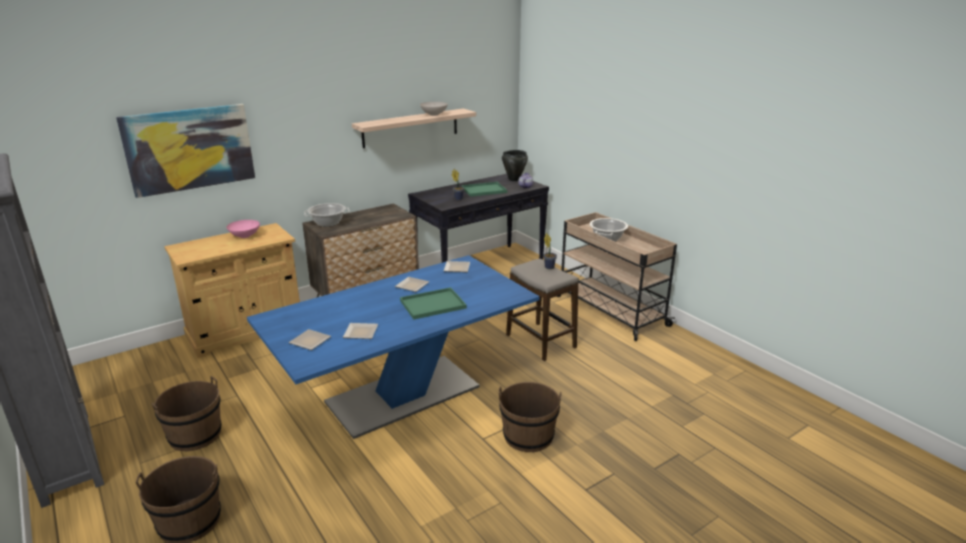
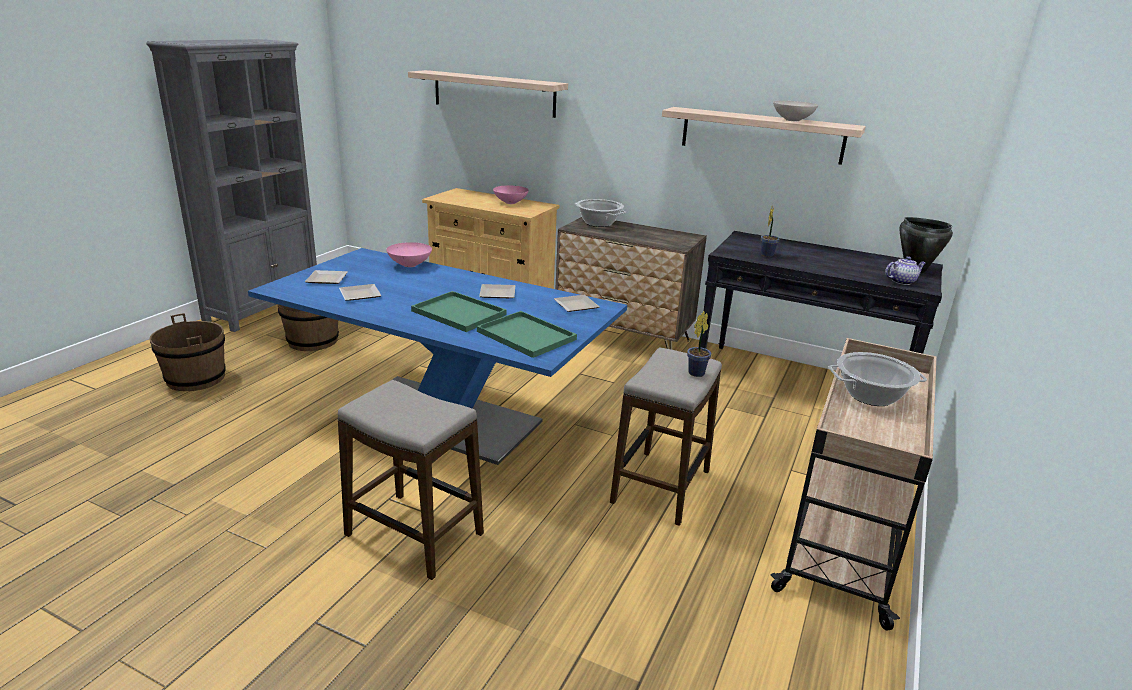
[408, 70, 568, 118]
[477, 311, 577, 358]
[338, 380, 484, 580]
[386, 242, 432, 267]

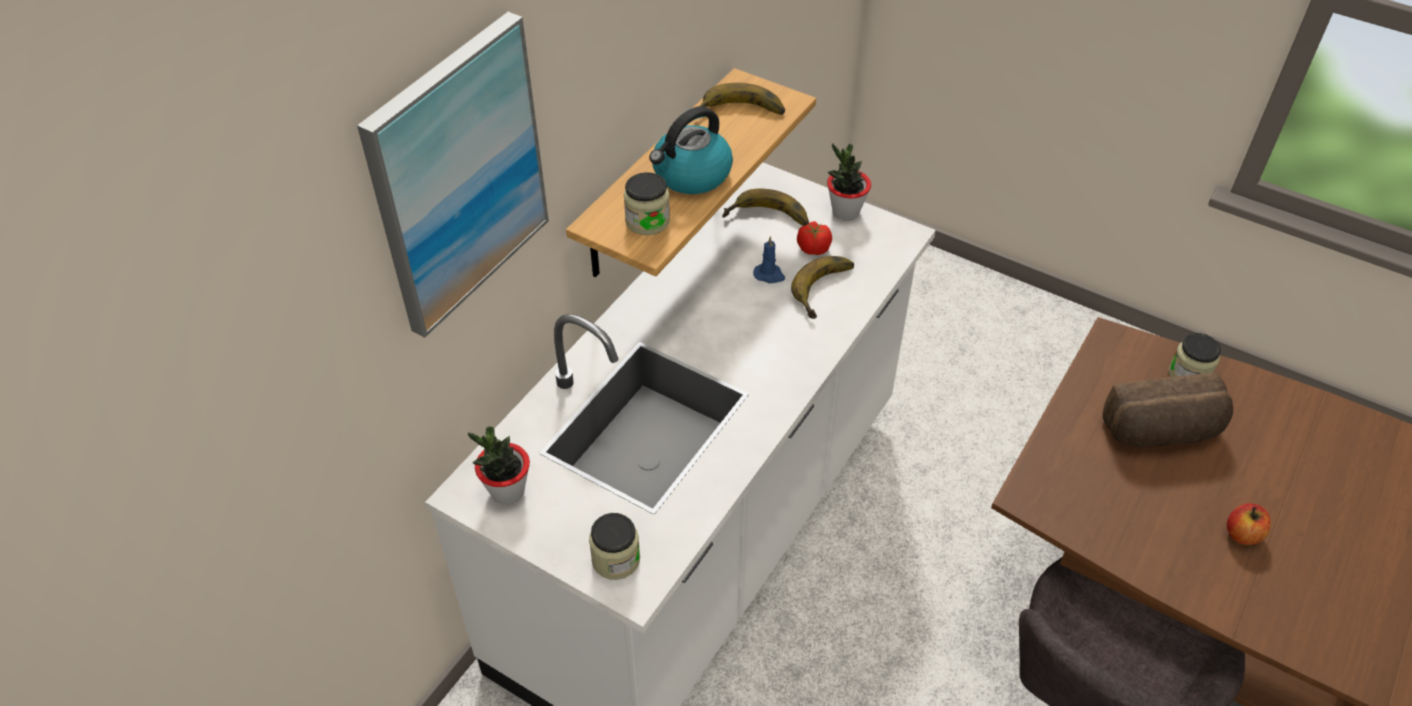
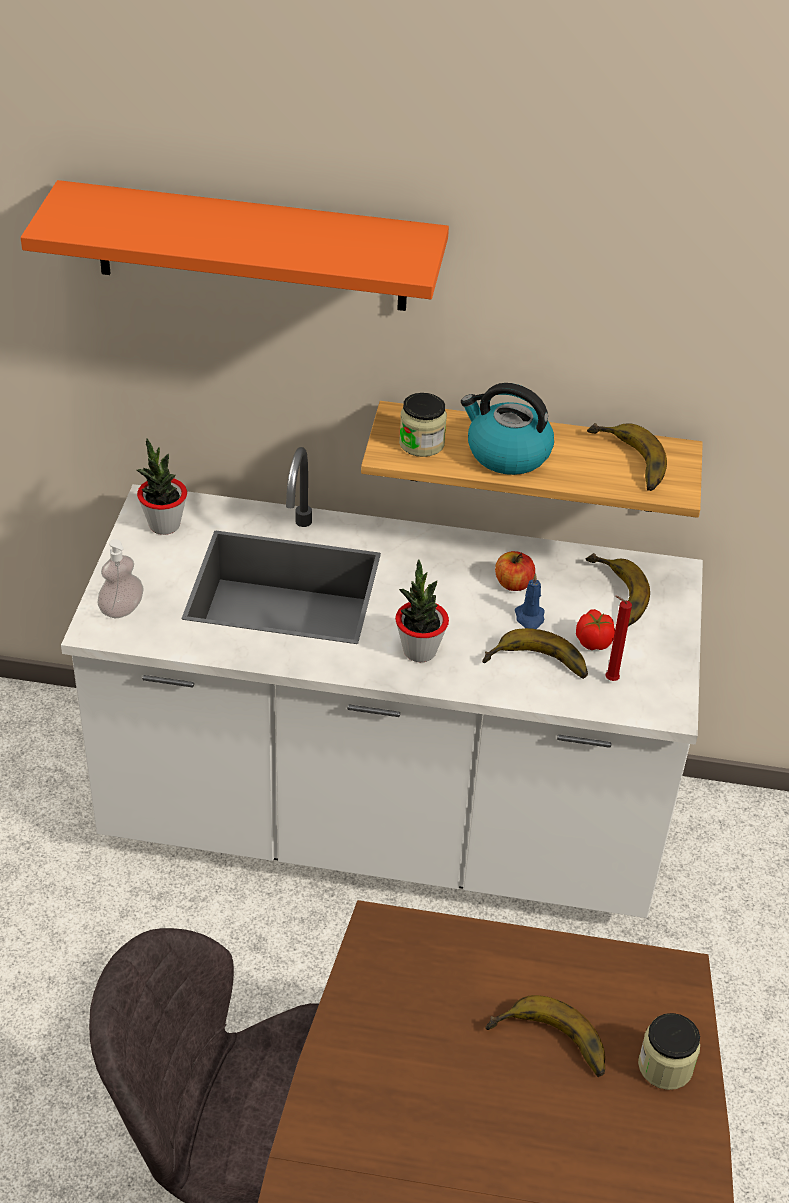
[21, 180, 449, 311]
[395, 559, 449, 662]
[485, 995, 605, 1077]
[495, 551, 535, 591]
[98, 539, 144, 618]
[605, 596, 632, 681]

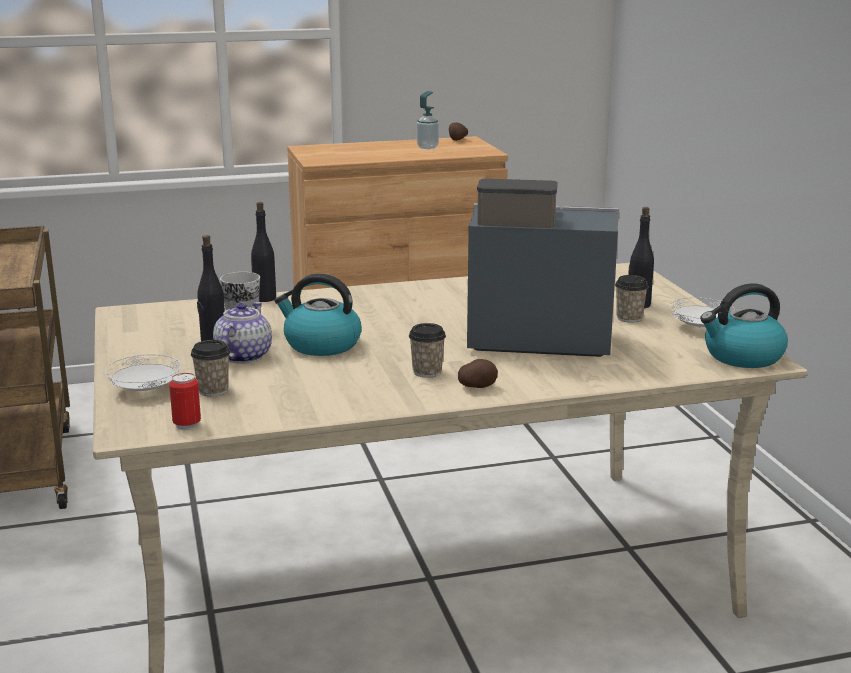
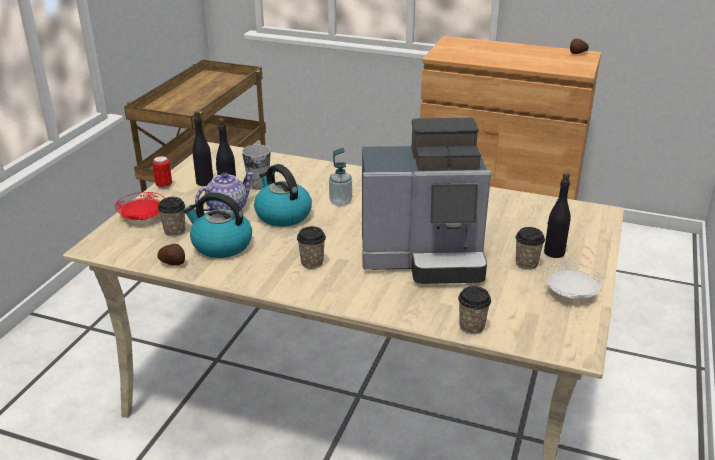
[329, 148, 352, 207]
[362, 118, 491, 284]
[192, 111, 213, 186]
[183, 192, 252, 258]
[115, 192, 165, 220]
[157, 244, 185, 266]
[153, 156, 172, 189]
[458, 286, 491, 334]

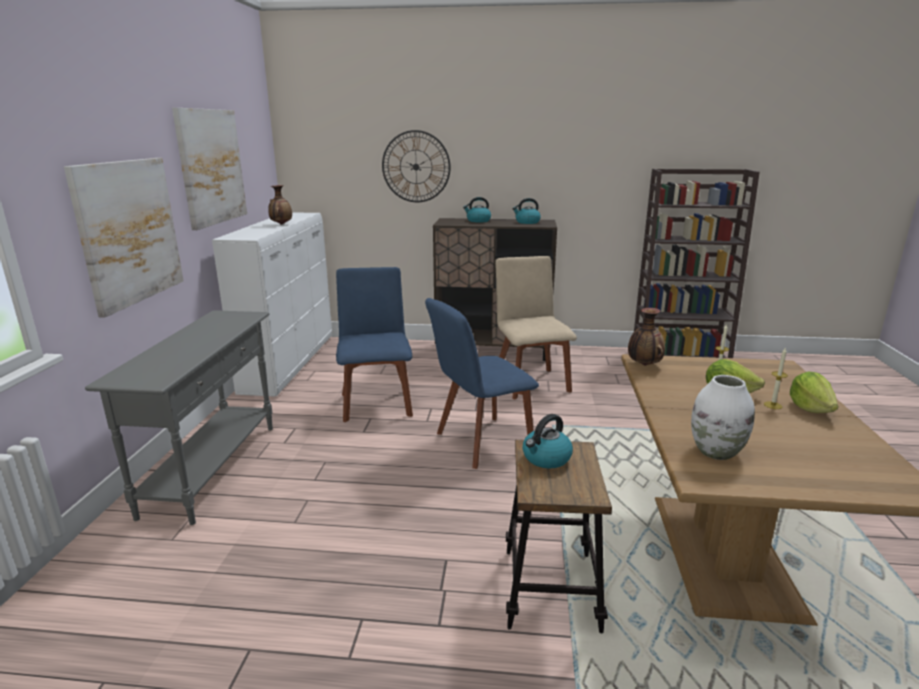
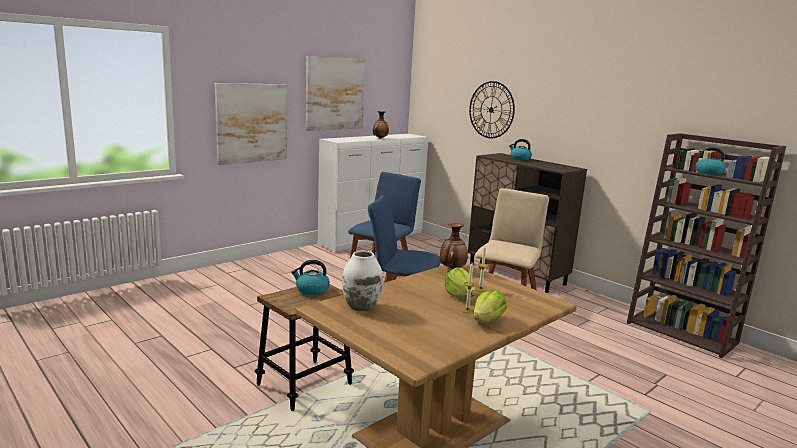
[693, 147, 726, 175]
[85, 310, 273, 525] (first image)

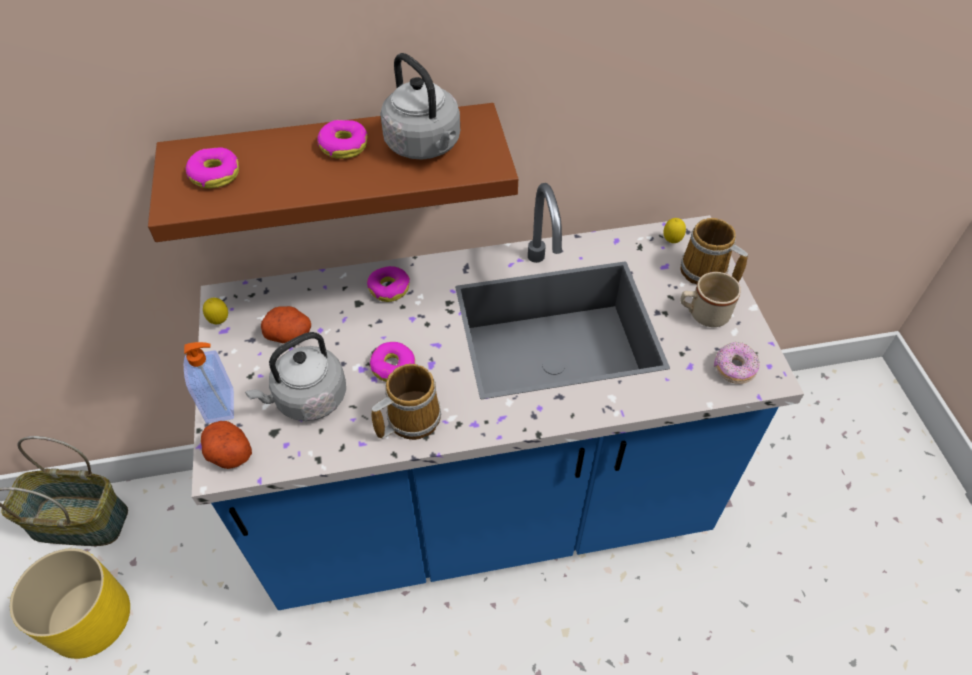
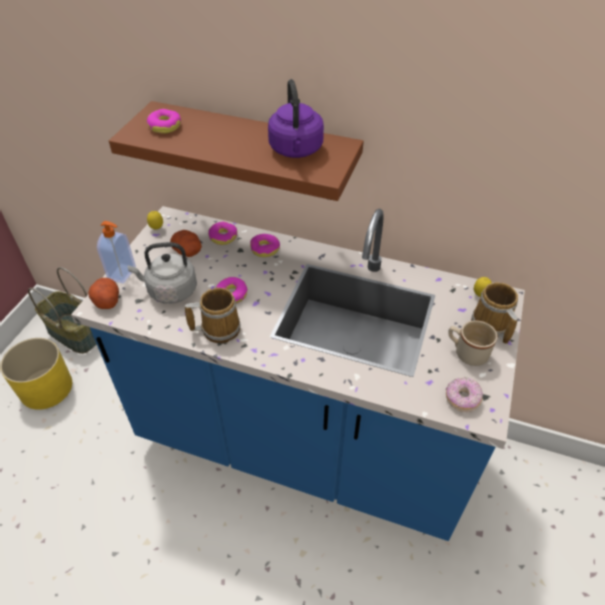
[268, 79, 324, 158]
[208, 221, 237, 245]

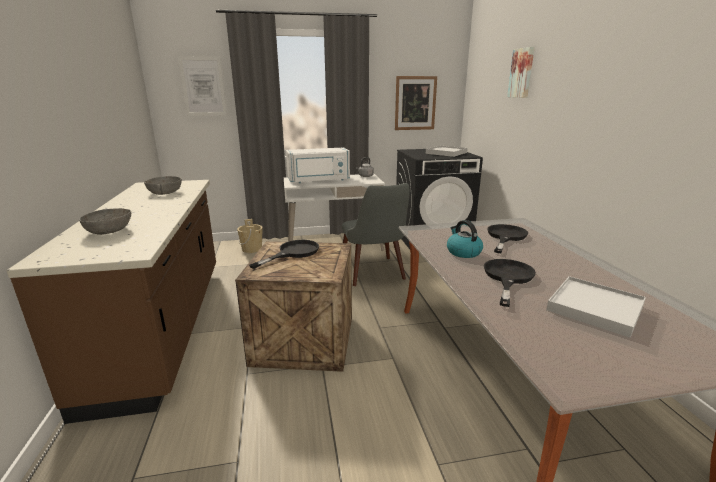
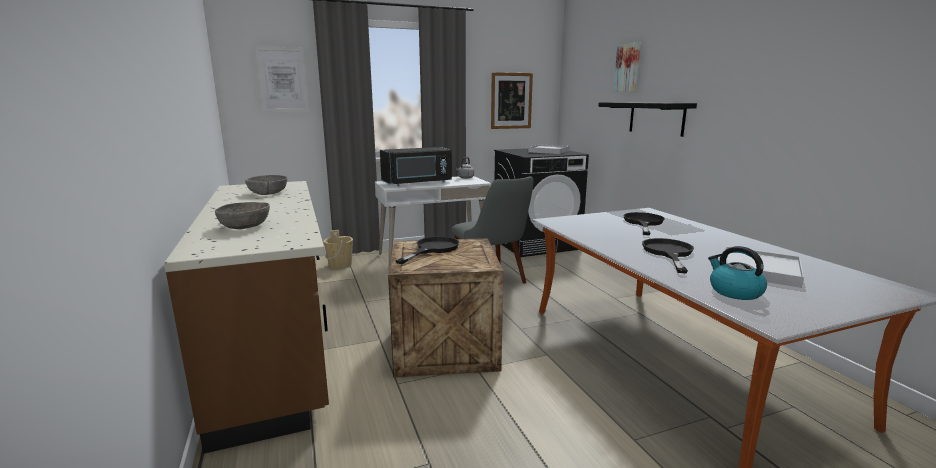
[380, 147, 452, 186]
[708, 246, 767, 300]
[598, 102, 697, 137]

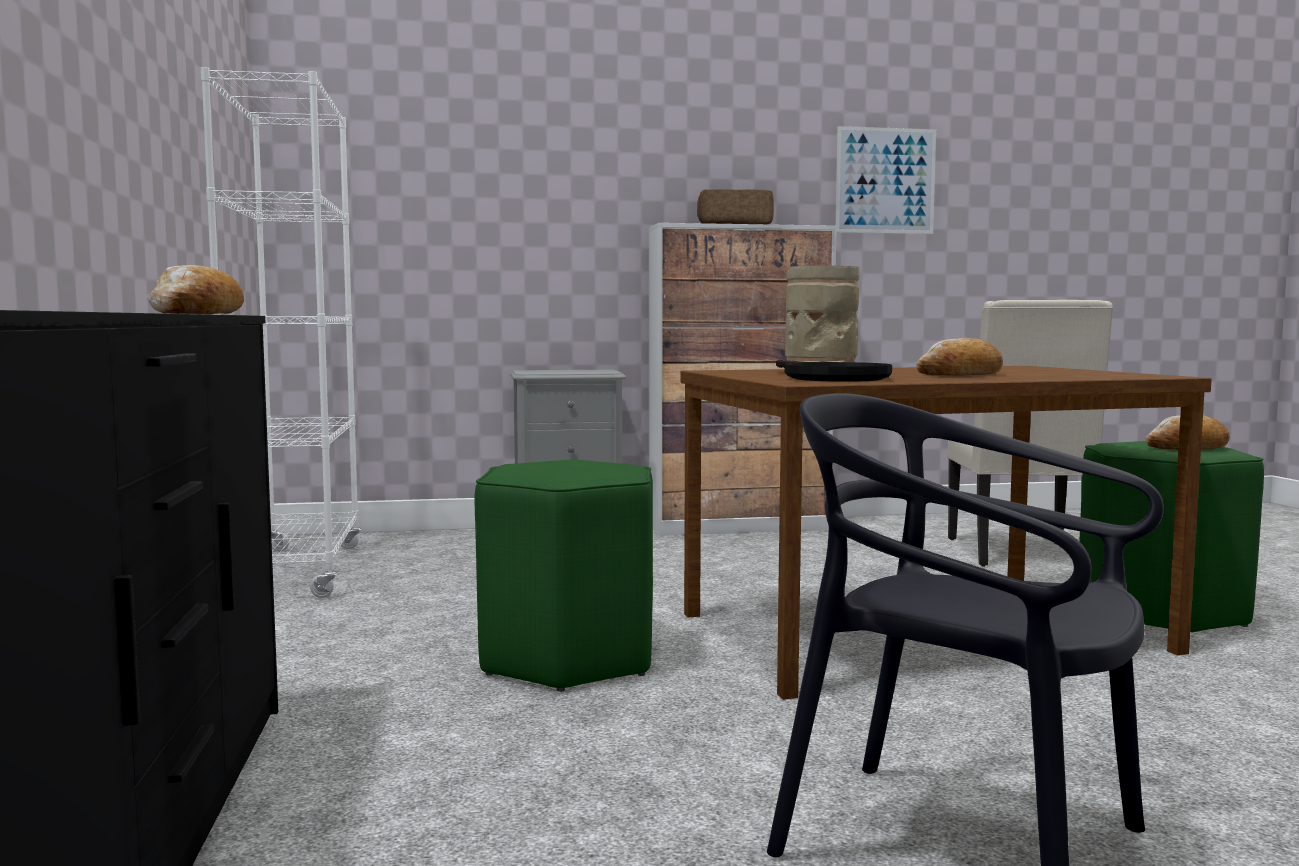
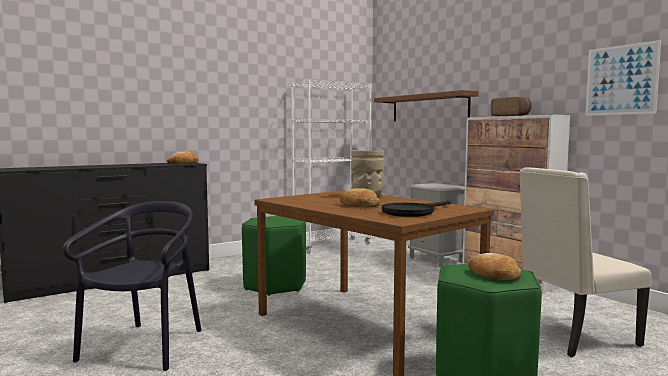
[382, 200, 451, 217]
[374, 90, 479, 122]

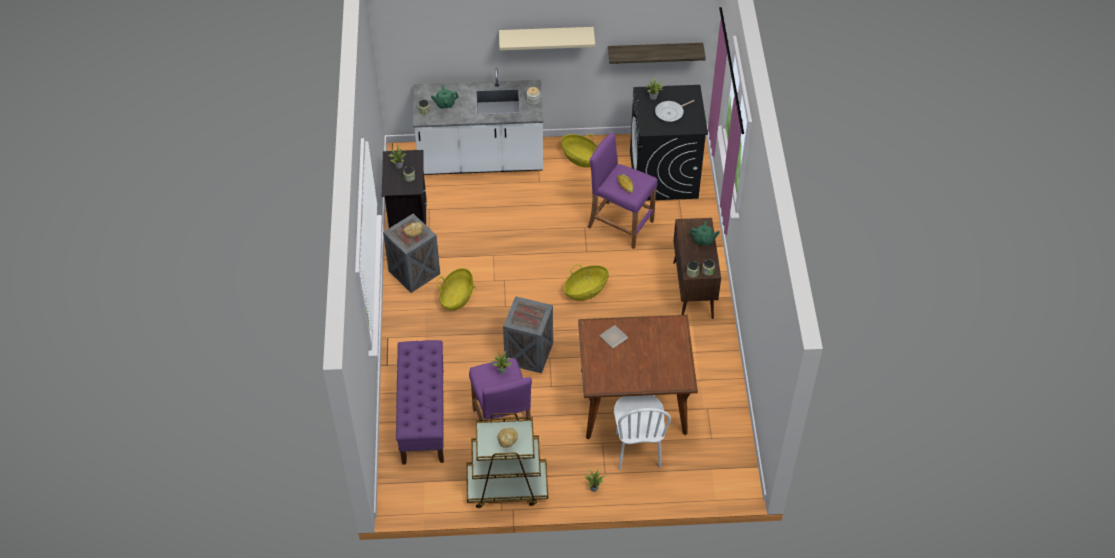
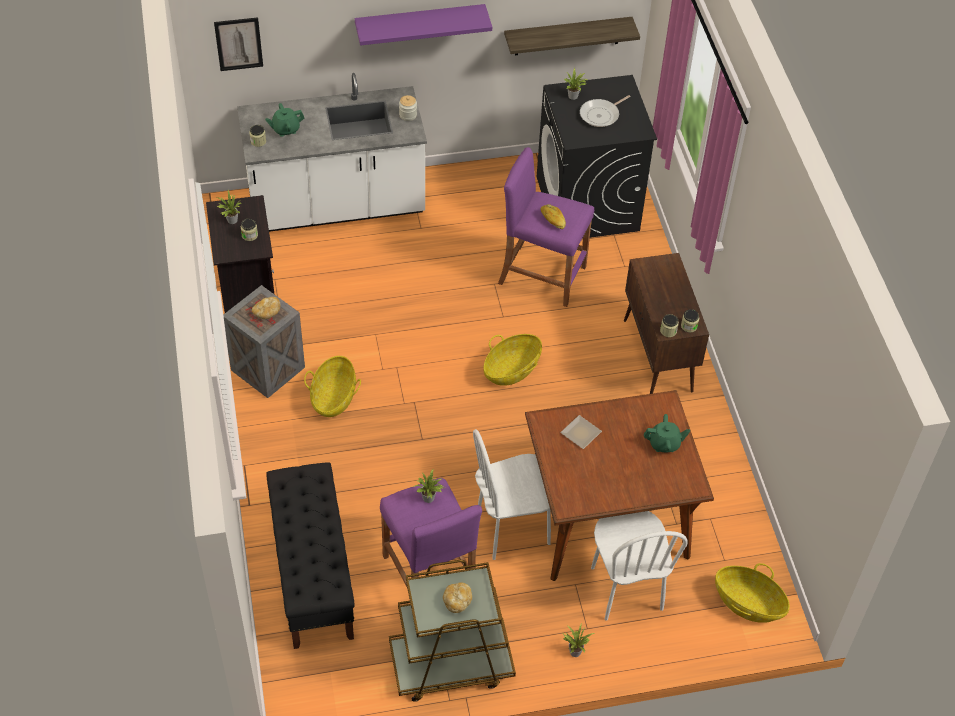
[355, 4, 492, 46]
[715, 563, 790, 623]
[644, 414, 690, 452]
[503, 296, 553, 374] (first image)
[266, 462, 354, 649]
[214, 17, 263, 71]
[473, 429, 551, 560]

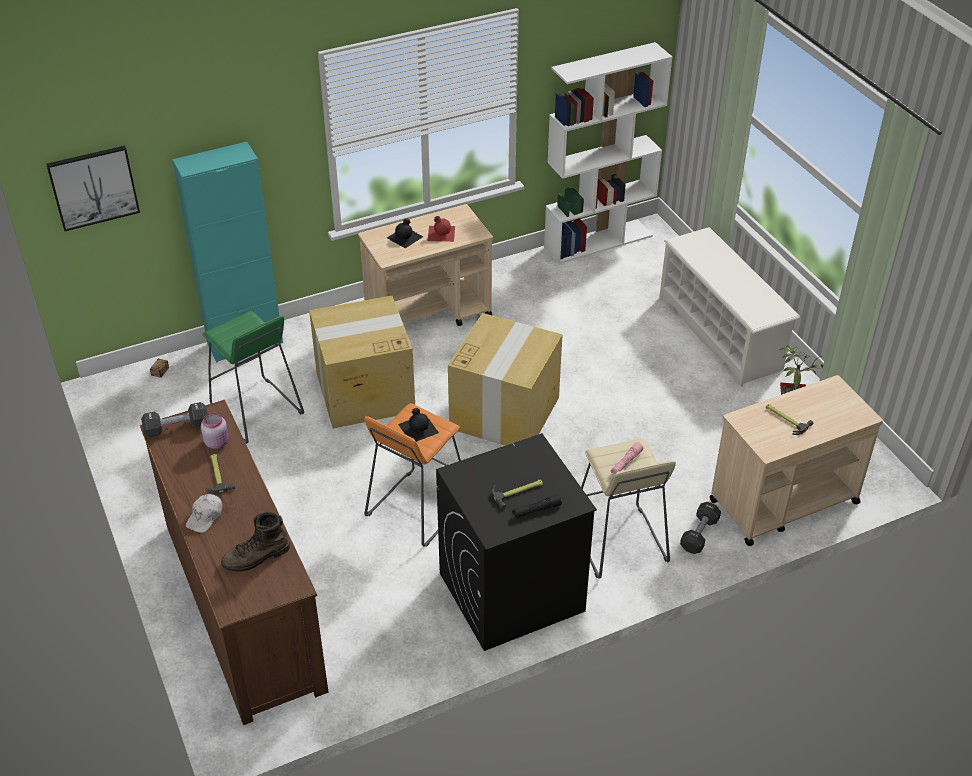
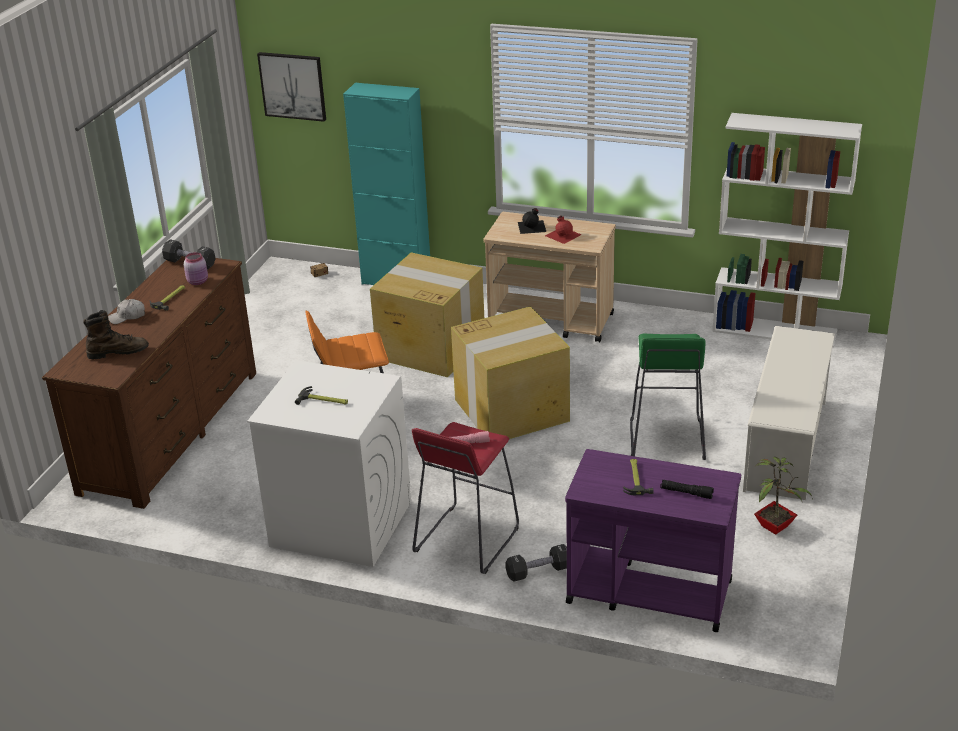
[630, 334, 706, 460]
[565, 449, 741, 632]
[398, 408, 439, 442] (first image)
[247, 360, 411, 567]
[412, 422, 519, 574]
[660, 480, 714, 499]
[83, 310, 149, 359]

